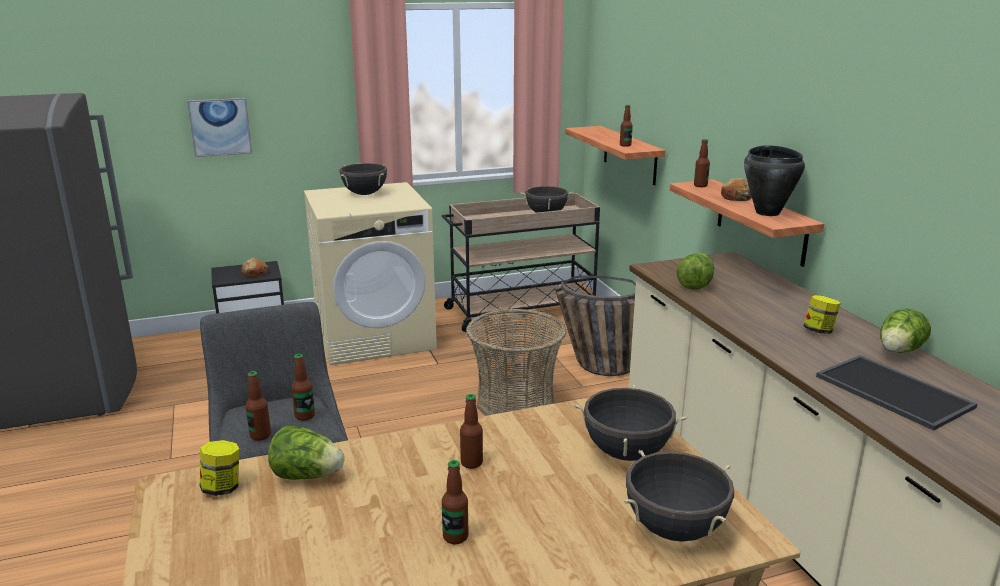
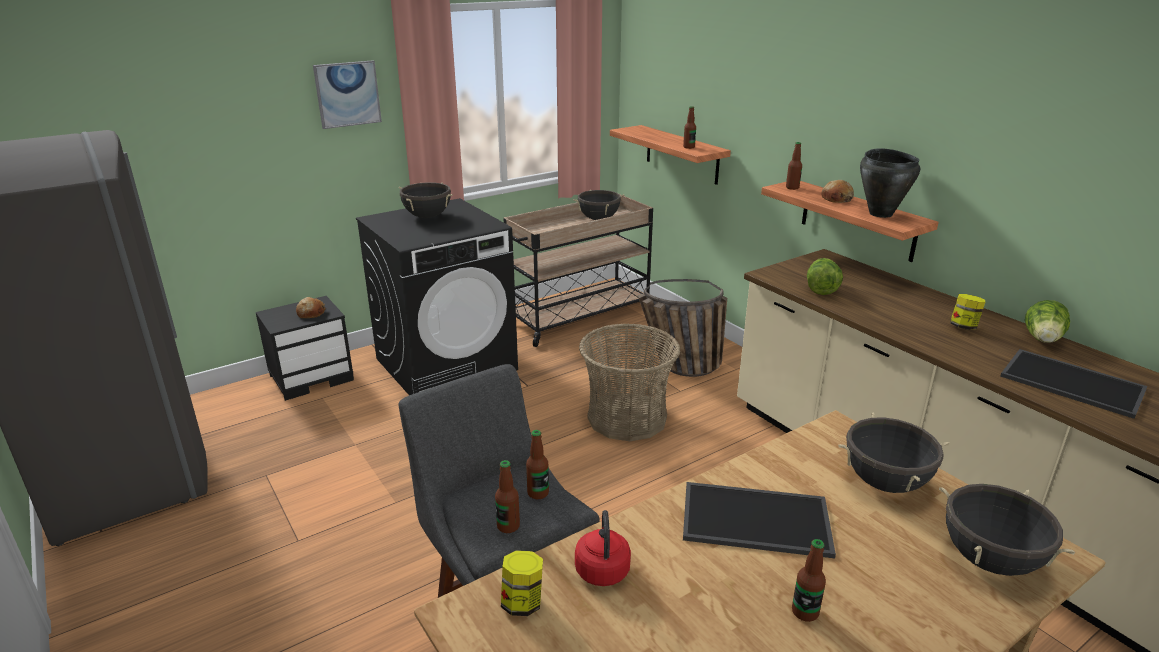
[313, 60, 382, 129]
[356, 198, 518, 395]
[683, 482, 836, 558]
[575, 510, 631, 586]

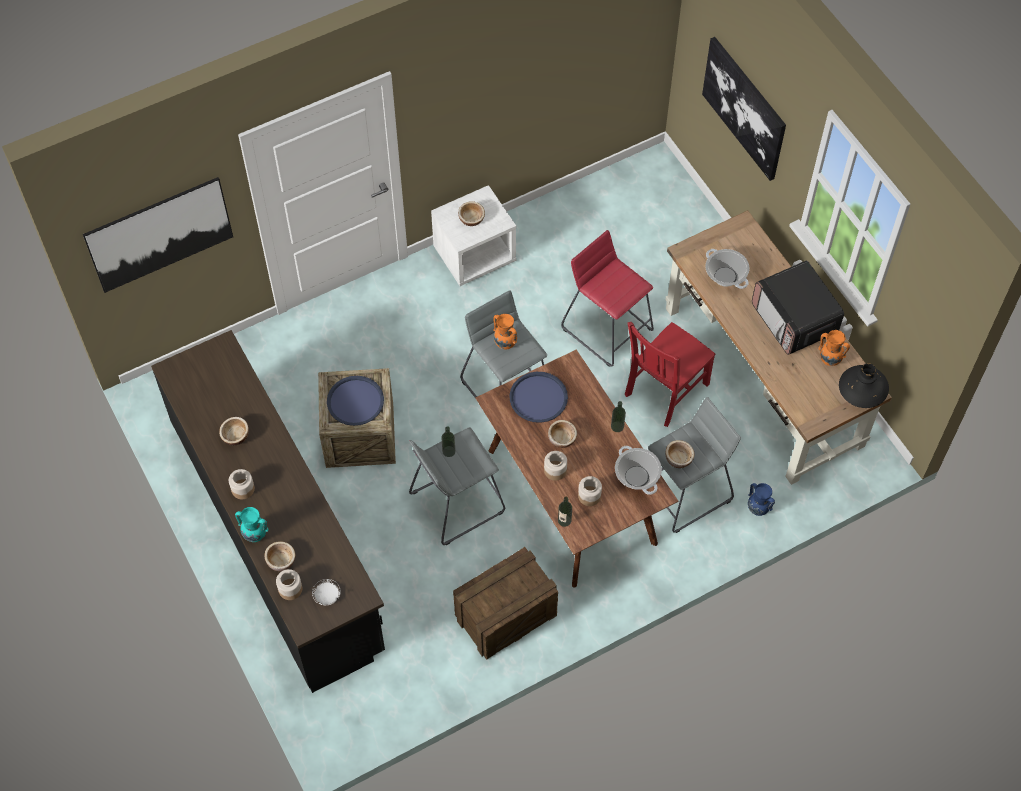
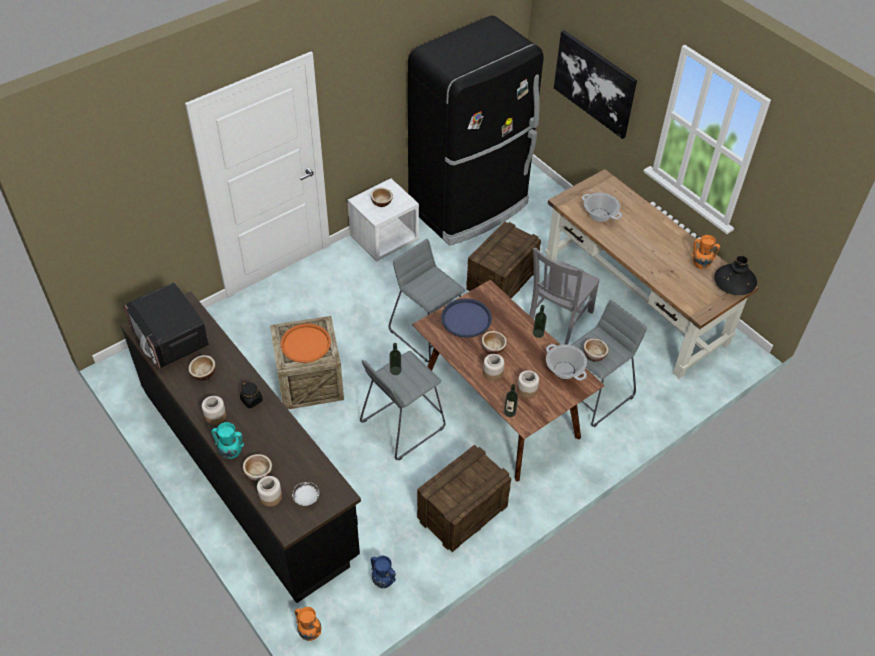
[83, 177, 233, 293] (first image)
[466, 221, 541, 298]
[124, 282, 209, 369]
[295, 607, 321, 641]
[529, 247, 600, 345]
[281, 324, 331, 363]
[371, 556, 396, 588]
[408, 15, 544, 246]
[240, 382, 263, 408]

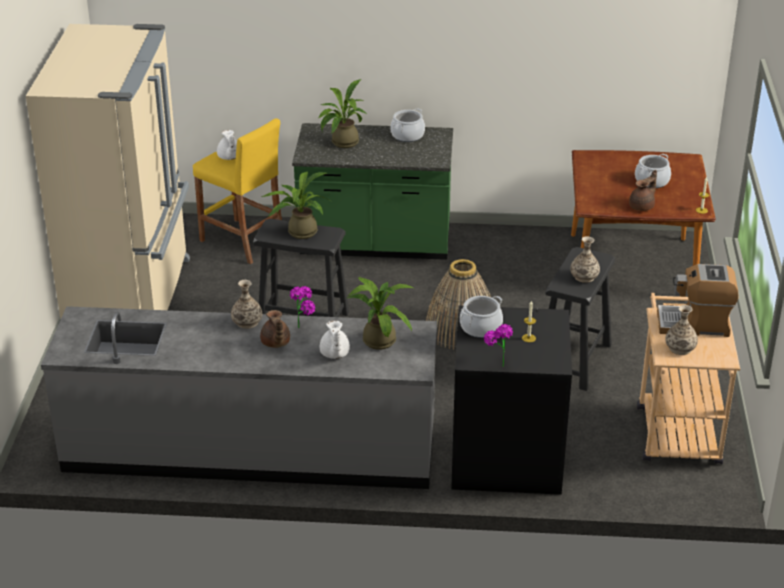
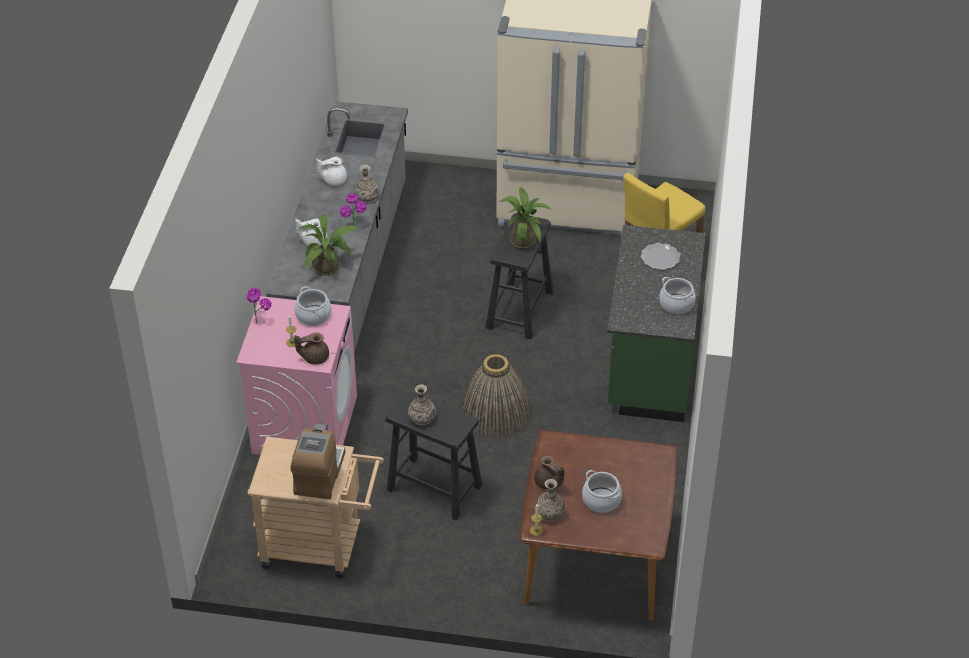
[641, 243, 680, 270]
[316, 157, 347, 186]
[535, 479, 565, 521]
[236, 296, 357, 455]
[294, 332, 329, 365]

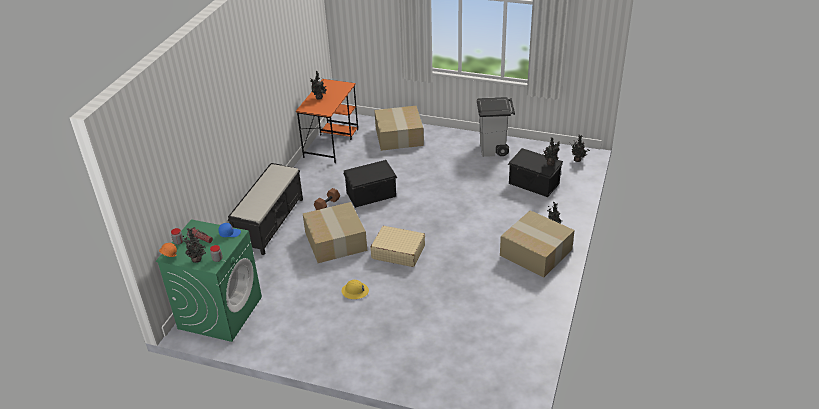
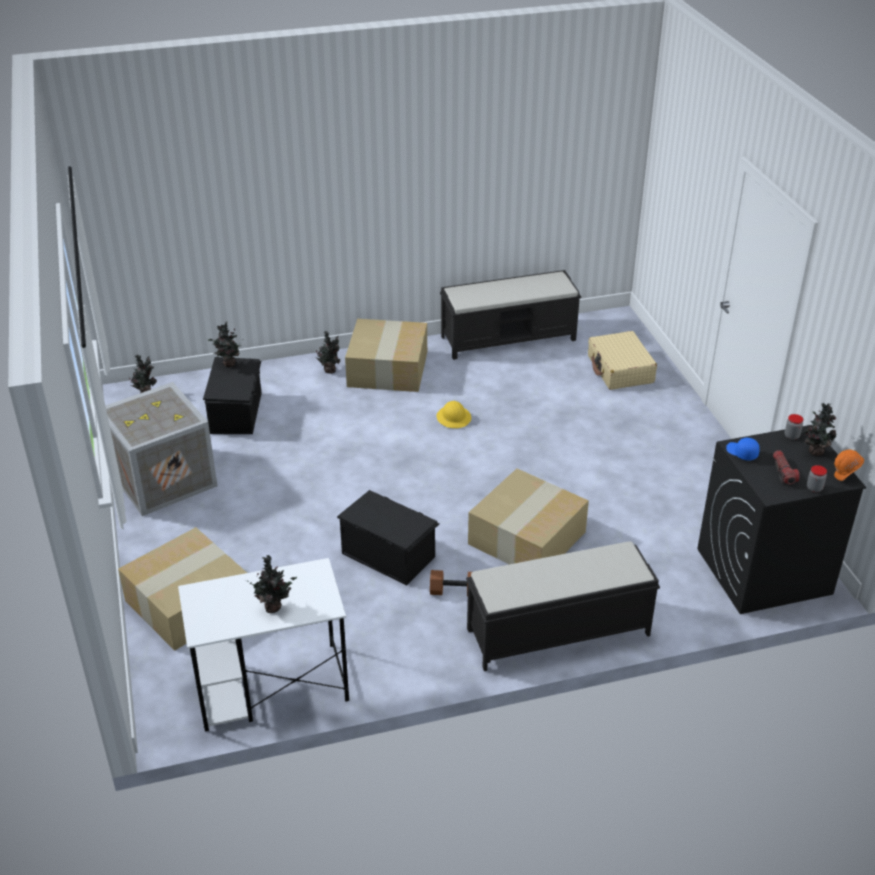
[178, 558, 349, 732]
[106, 382, 217, 516]
[698, 425, 866, 614]
[588, 331, 657, 390]
[436, 401, 471, 428]
[440, 270, 581, 360]

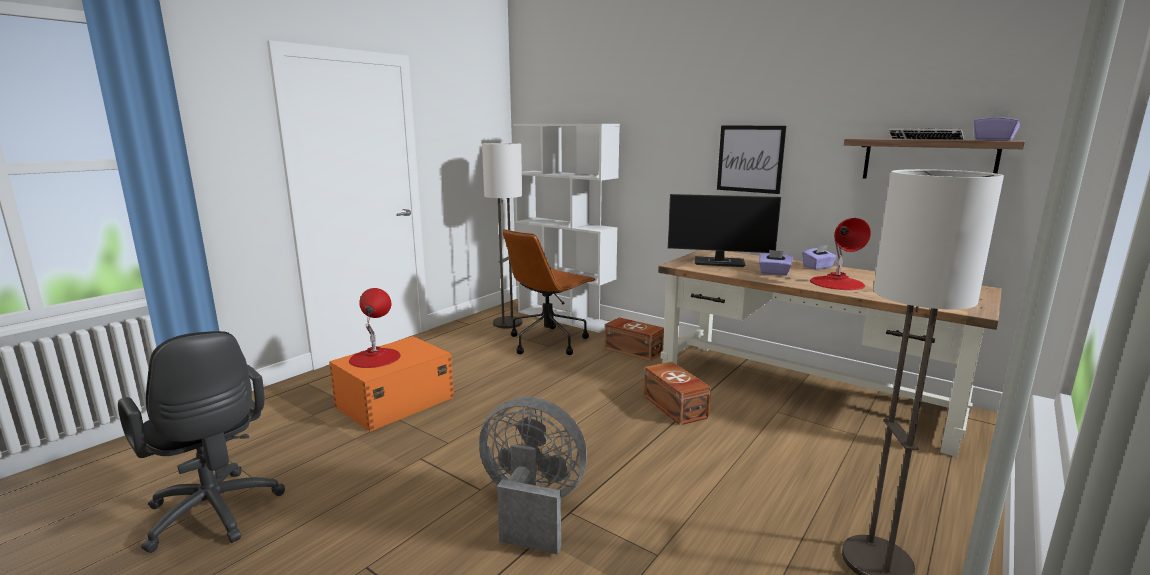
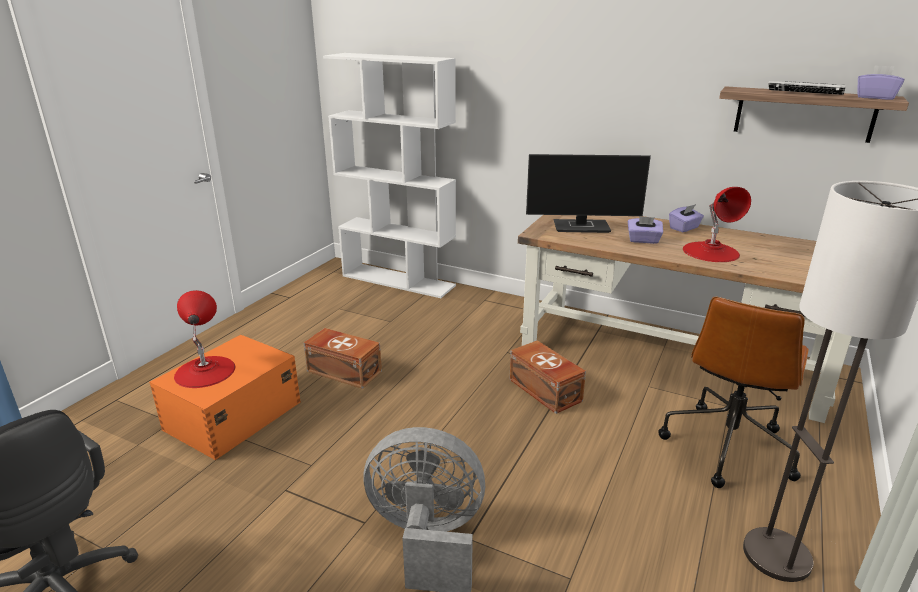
[717, 126, 786, 194] (first image)
[482, 143, 522, 329] (first image)
[659, 296, 809, 488]
[304, 328, 382, 389]

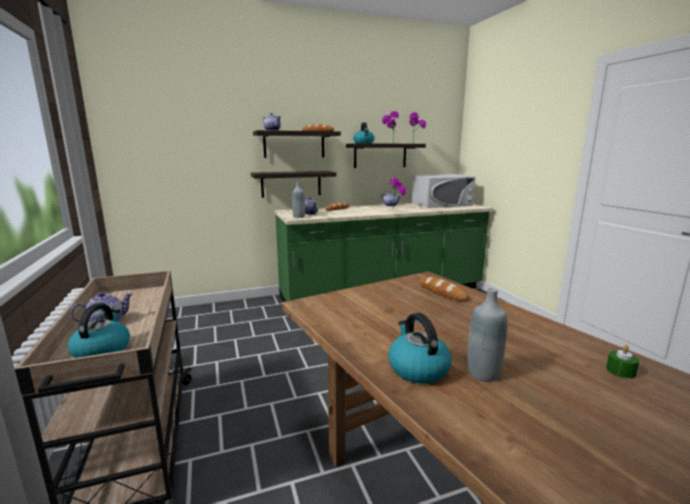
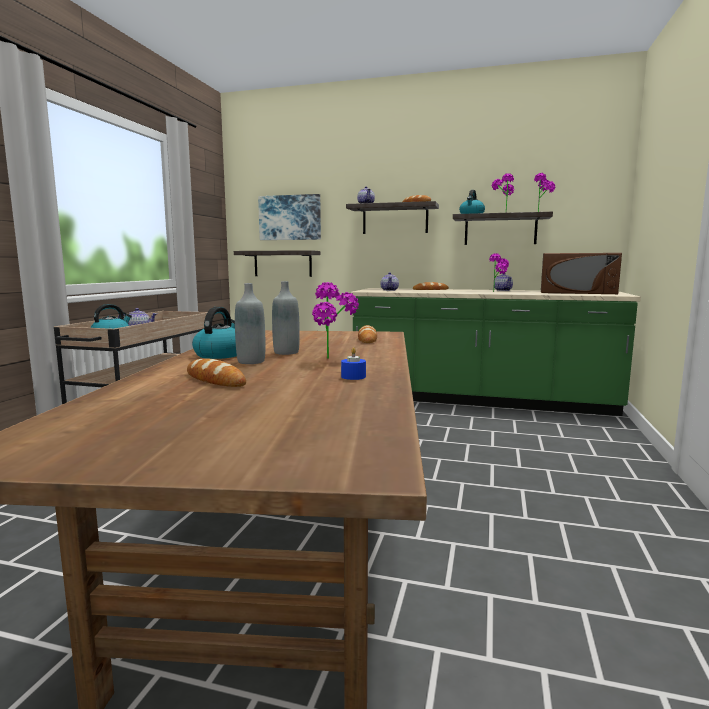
[234, 250, 320, 277]
[541, 253, 622, 294]
[272, 281, 300, 355]
[341, 347, 366, 380]
[258, 194, 321, 240]
[312, 282, 359, 359]
[187, 359, 246, 387]

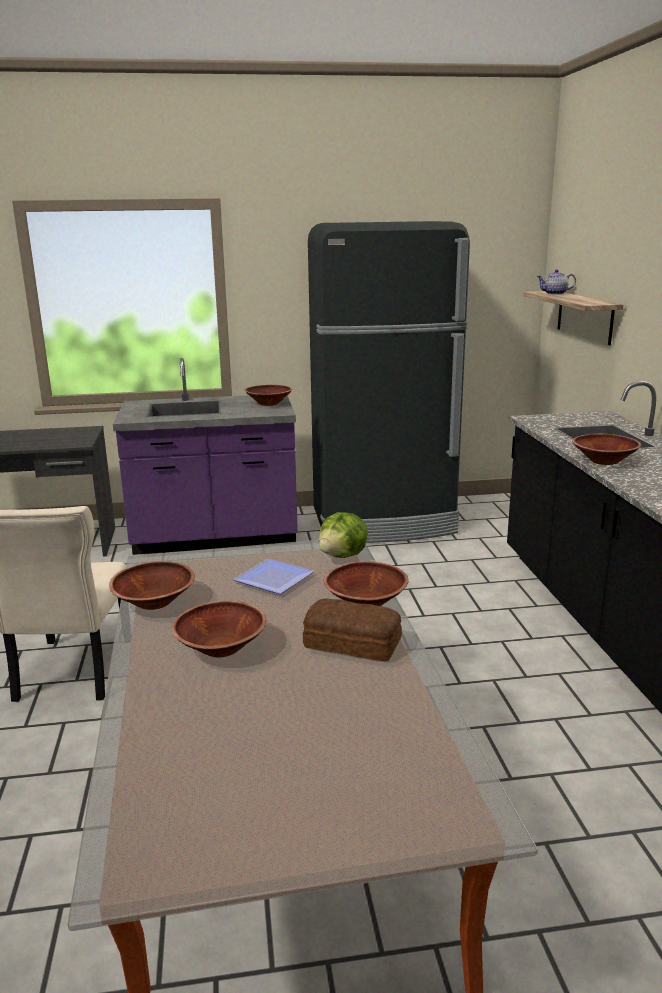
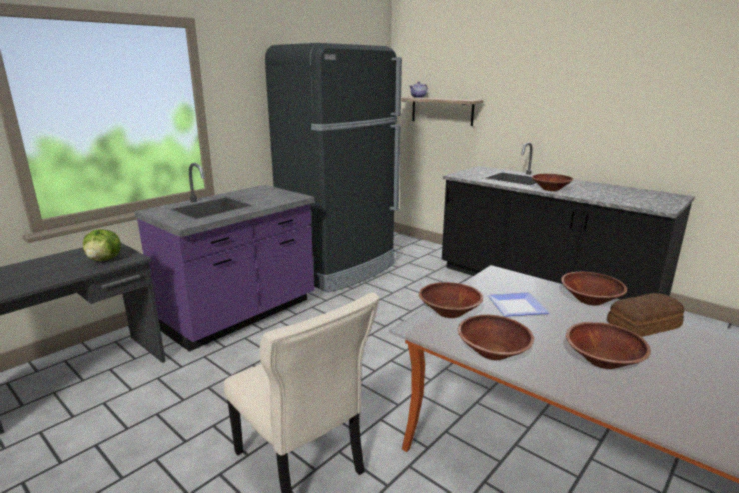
[419, 282, 483, 318]
[83, 229, 121, 261]

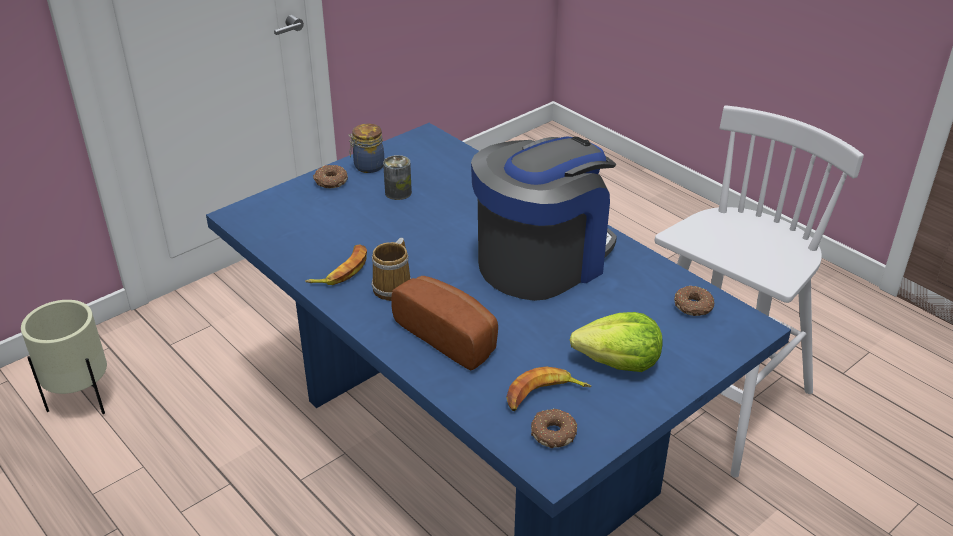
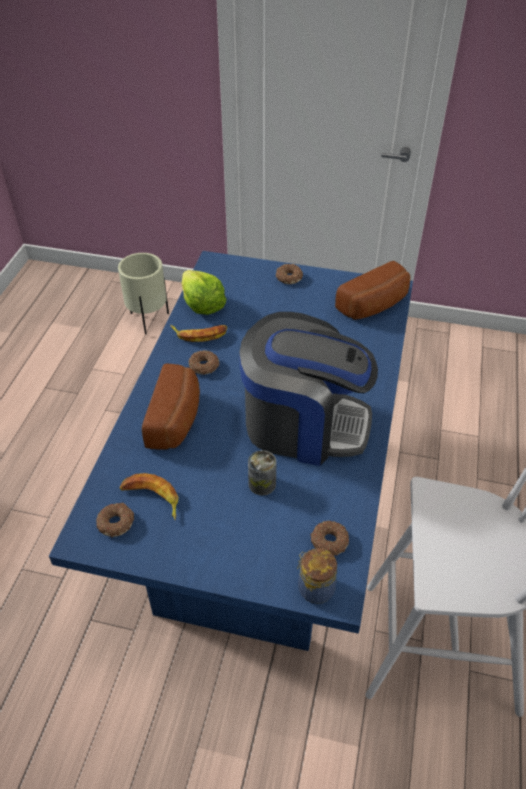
[297, 548, 337, 604]
[248, 450, 277, 495]
[189, 350, 219, 375]
[181, 270, 226, 315]
[335, 261, 410, 320]

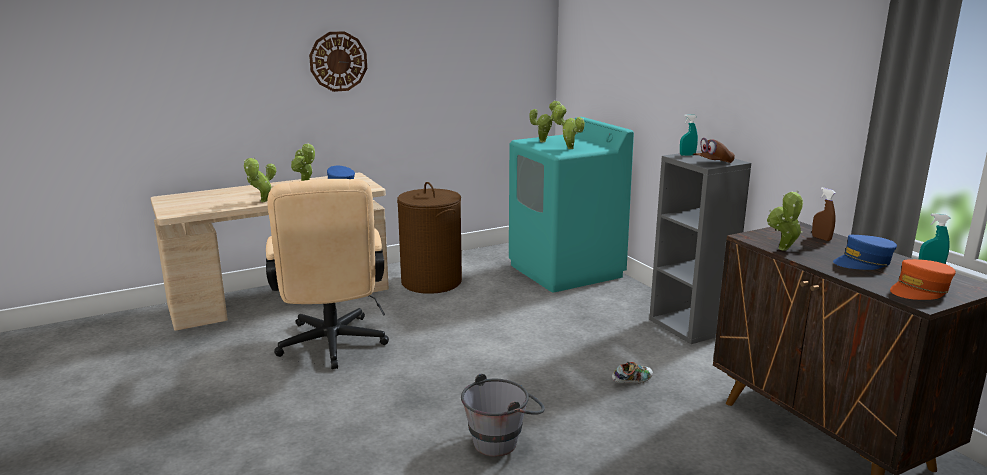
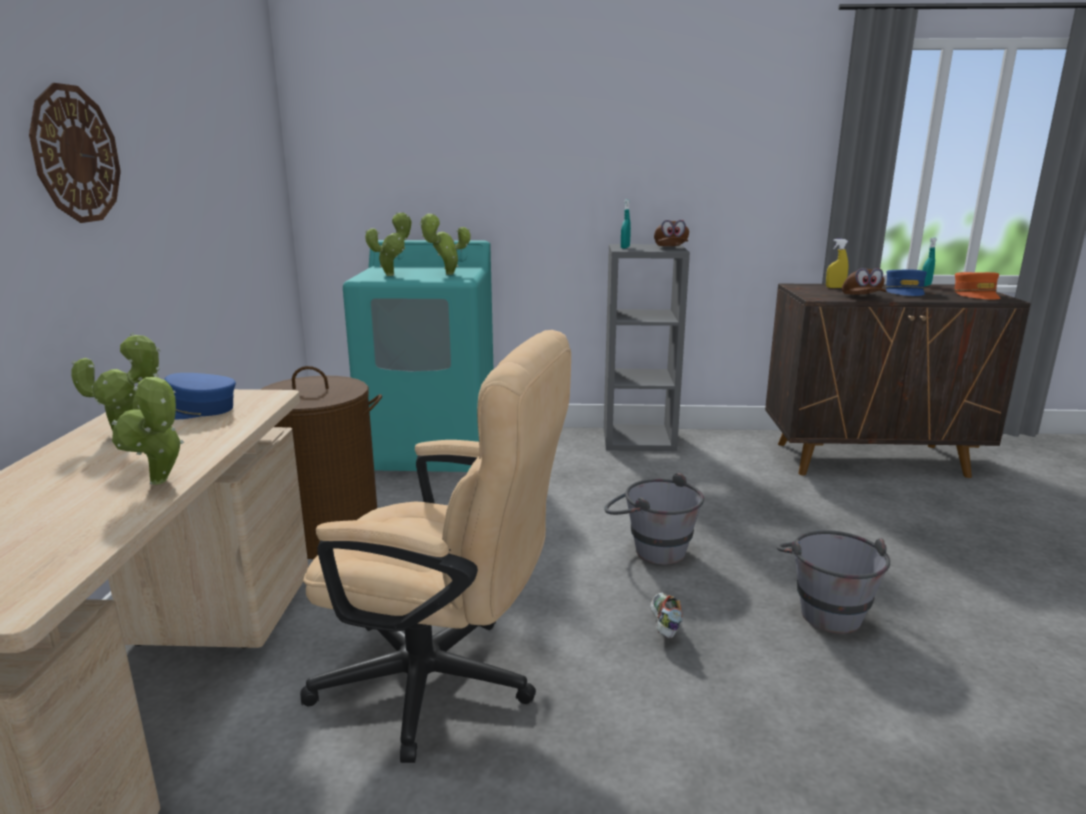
[826, 239, 848, 288]
[842, 268, 887, 295]
[650, 593, 683, 638]
[604, 473, 704, 564]

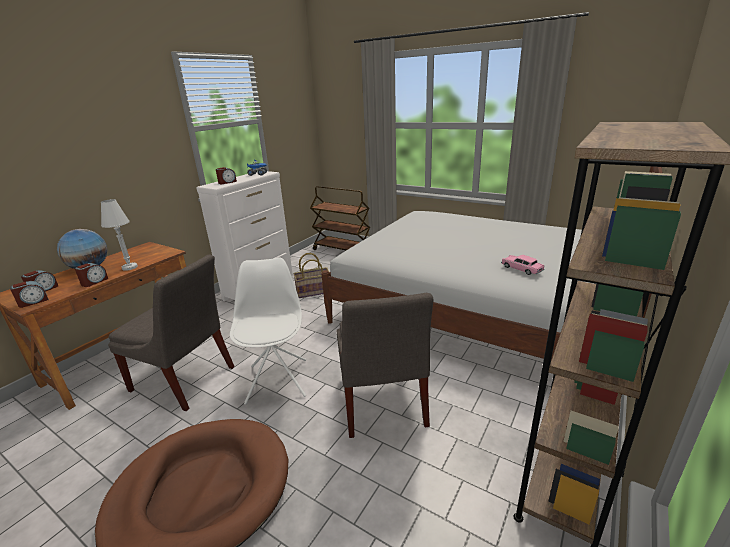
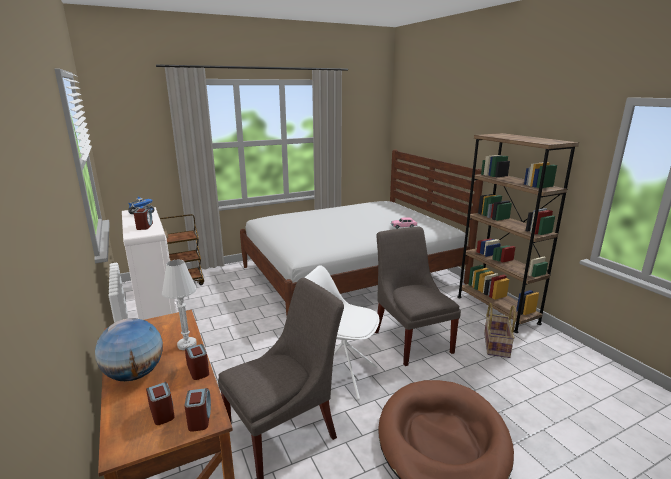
[484, 303, 516, 358]
[375, 226, 461, 366]

